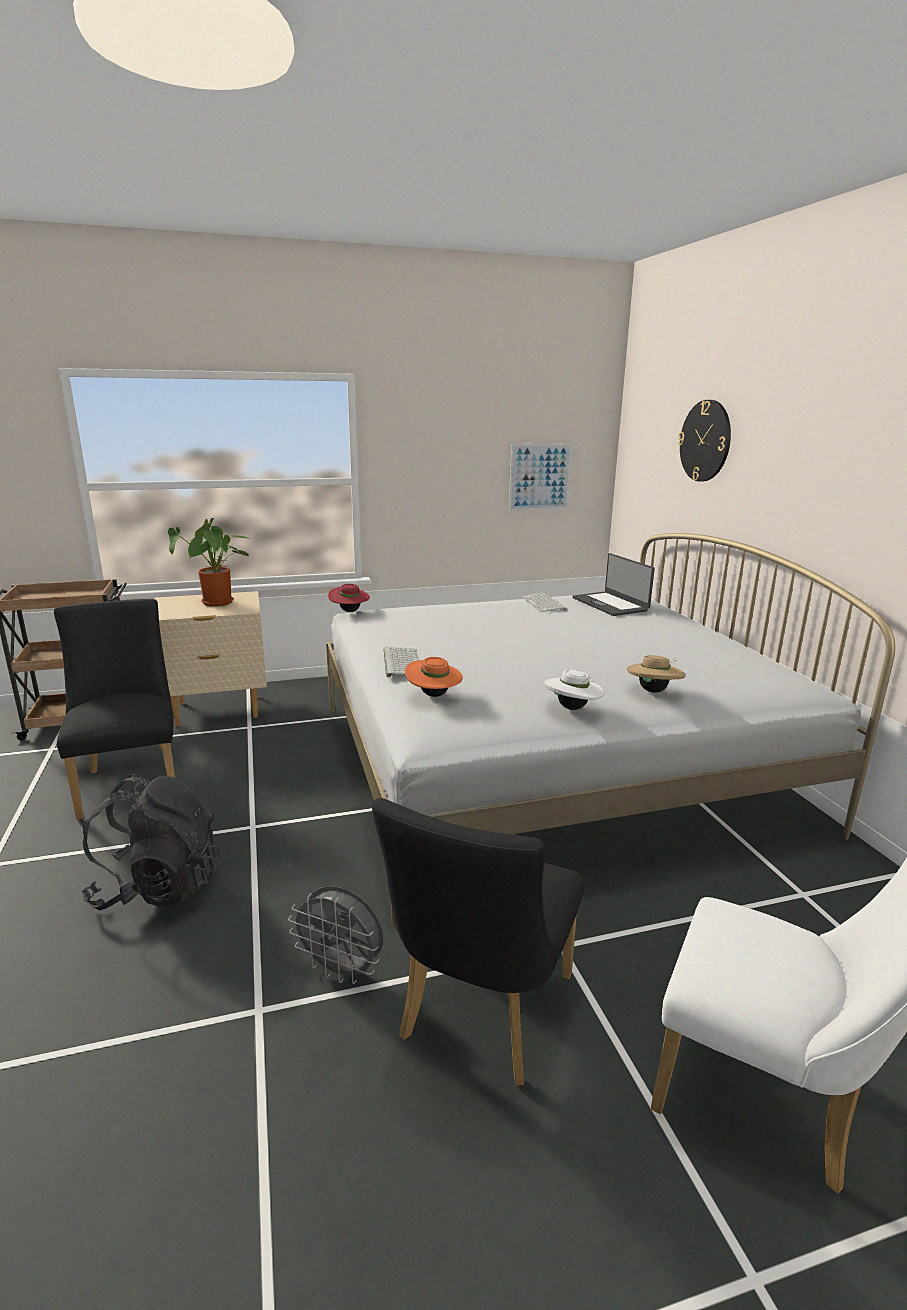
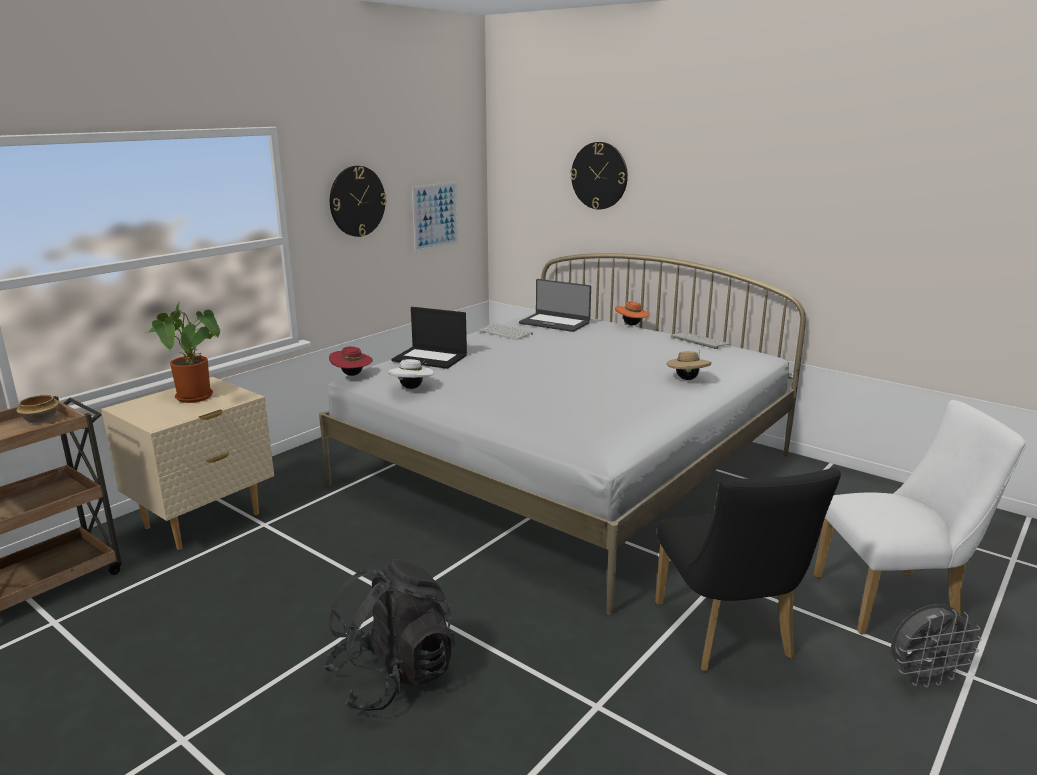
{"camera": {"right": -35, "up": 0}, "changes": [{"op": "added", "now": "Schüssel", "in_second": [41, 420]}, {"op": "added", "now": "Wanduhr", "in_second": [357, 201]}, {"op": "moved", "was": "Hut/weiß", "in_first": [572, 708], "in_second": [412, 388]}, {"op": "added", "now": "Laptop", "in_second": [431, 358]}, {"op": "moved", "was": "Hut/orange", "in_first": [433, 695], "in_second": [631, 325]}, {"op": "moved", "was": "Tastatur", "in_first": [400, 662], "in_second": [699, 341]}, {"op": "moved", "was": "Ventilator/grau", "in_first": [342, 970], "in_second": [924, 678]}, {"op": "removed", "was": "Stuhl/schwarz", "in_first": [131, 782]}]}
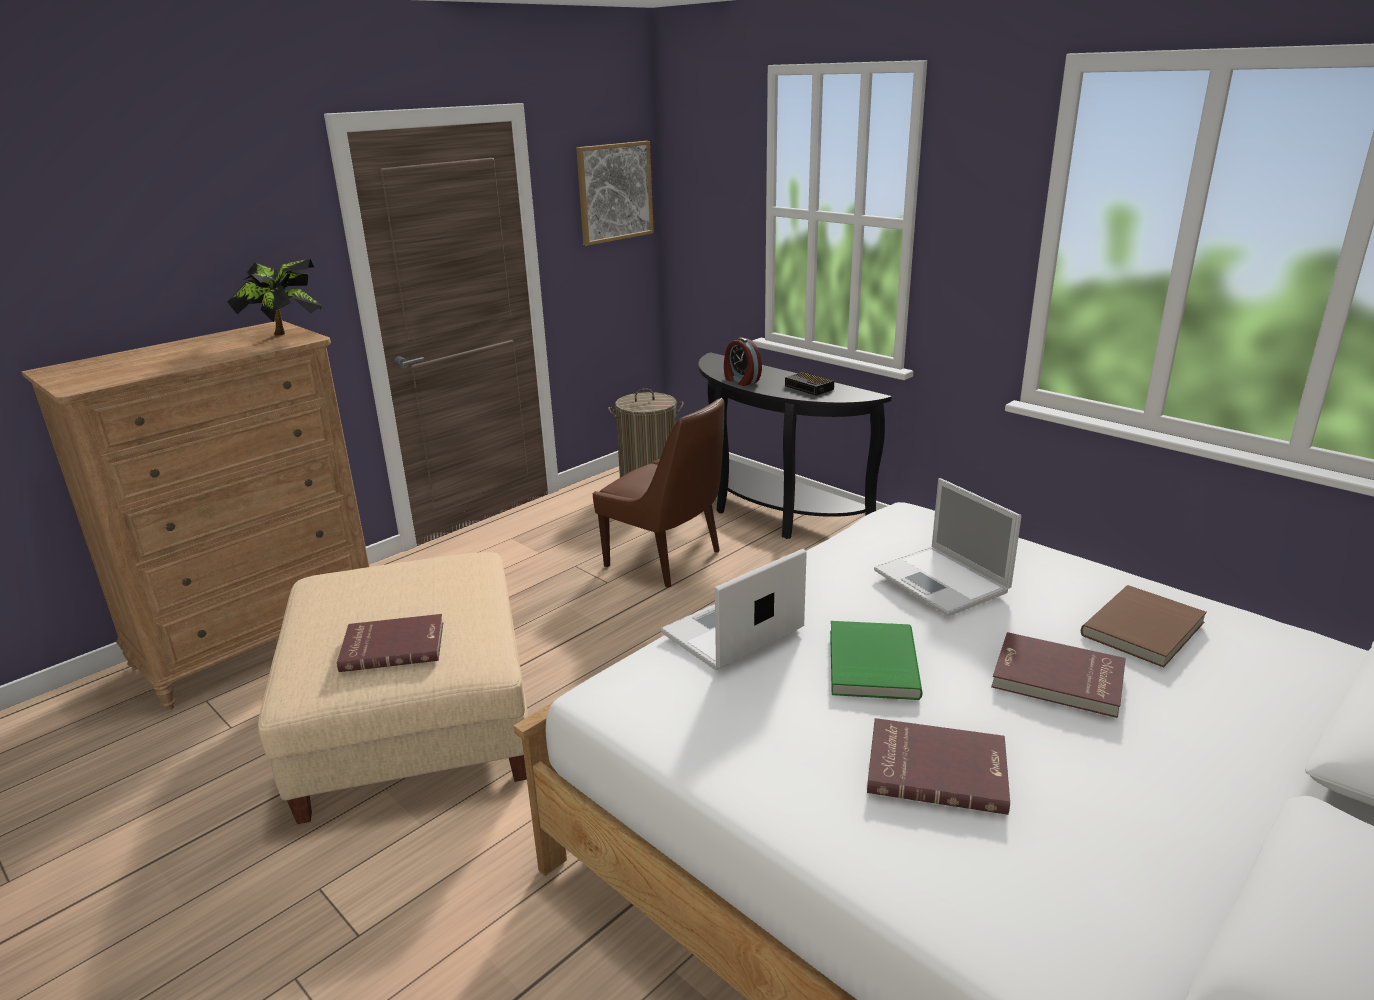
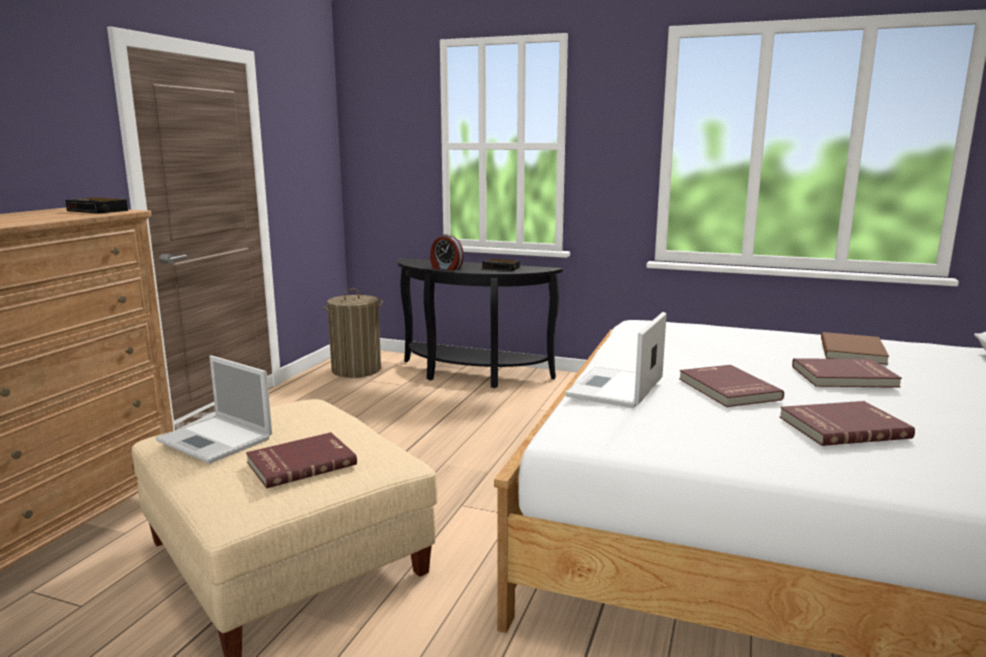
{"camera": {"right": -25, "up": -10}, "changes": [{"op": "replaced", "was": "Topfpflanze", "now": "Wecker", "in_first": [284, 336], "in_second": [98, 211]}, {"op": "moved", "was": "Laptop", "in_first": [943, 582], "in_second": [216, 440]}, {"op": "recoloured", "was": "Buch/grün", "now": "Buch/rot", "in_first": [870, 663], "in_second": [727, 389]}, {"op": "removed", "was": "Bild", "in_first": [614, 192]}, {"op": "removed", "was": "Stuhl/braun", "in_first": [666, 560]}]}
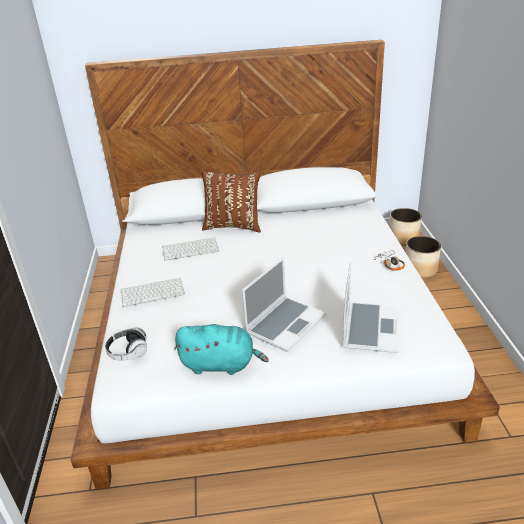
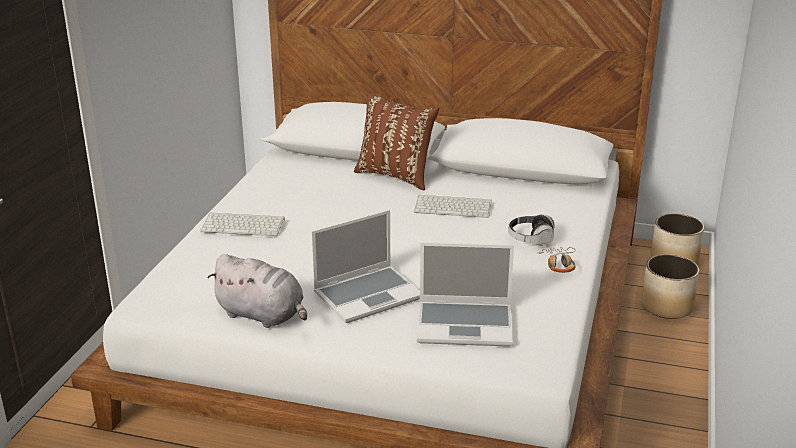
{"camera": {"right": 20, "up": -5}, "changes": [{"op": "recoloured", "was": "Plüschtier/türkis", "now": "Plüschtier/grau", "in_first": [221, 364], "in_second": [263, 315]}, {"op": "moved", "was": "Tastatur", "in_first": [191, 249], "in_second": [454, 207]}, {"op": "turned", "was": "Laptop", "in_first": [369, 327], "in_second": [466, 324], "clockwise": 60}, {"op": "moved", "was": "Kopfhörer", "in_first": [128, 352], "in_second": [530, 239]}]}
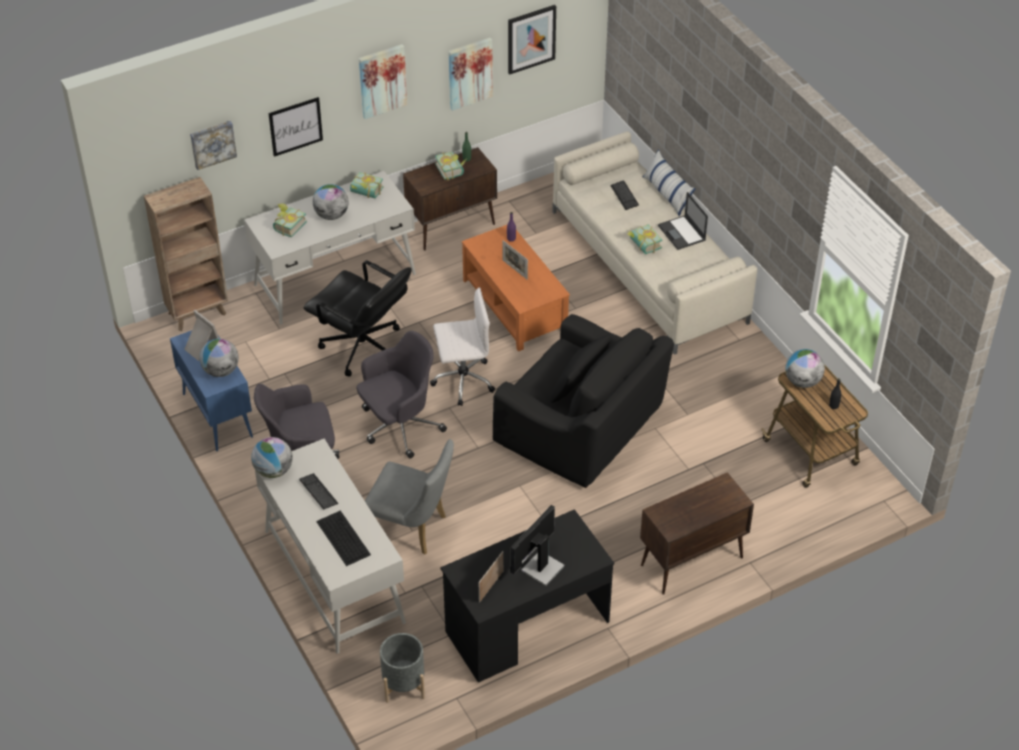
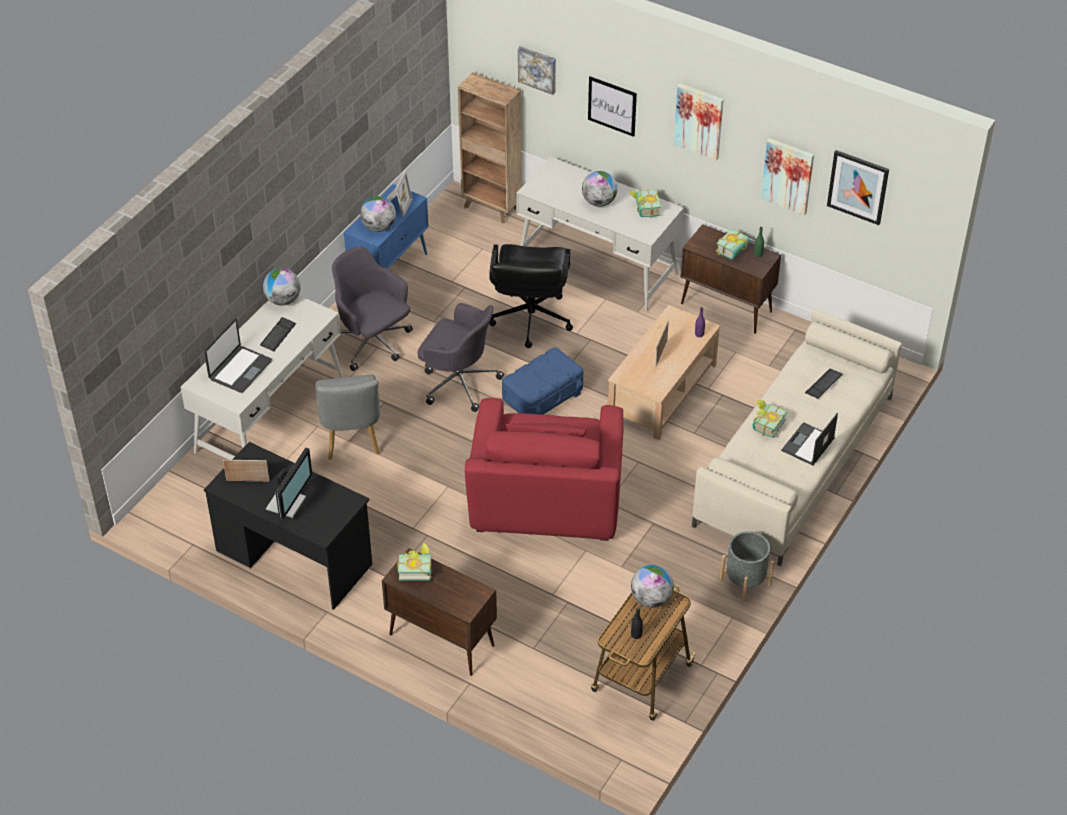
{"camera": {"right": 60, "up": 0}, "changes": [{"op": "replaced", "was": "Tastatur", "now": "Laptop", "in_first": [342, 537], "in_second": [239, 370]}, {"op": "turned", "was": "Monitor", "in_first": [540, 568], "in_second": [288, 503], "clockwise": 105}, {"op": "moved", "was": "Buch", "in_first": [287, 226], "in_second": [415, 569]}, {"op": "recoloured", "was": "Sessel/schwarz", "now": "Sessel/rot", "in_first": [581, 428], "in_second": [546, 499]}, {"op": "replaced", "was": "Bürostuhl/weiß", "now": "Aufbewahrungsbox/blau", "in_first": [462, 380], "in_second": [542, 397]}, {"op": "recoloured", "was": "Couchtisch/orange", "now": "Couchtisch/beige", "in_first": [515, 305], "in_second": [663, 392]}, {"op": "moved", "was": "Pflanzkübel/grau", "in_first": [403, 684], "in_second": [745, 582]}, {"op": "removed", "was": "Kissen", "in_first": [667, 194]}]}
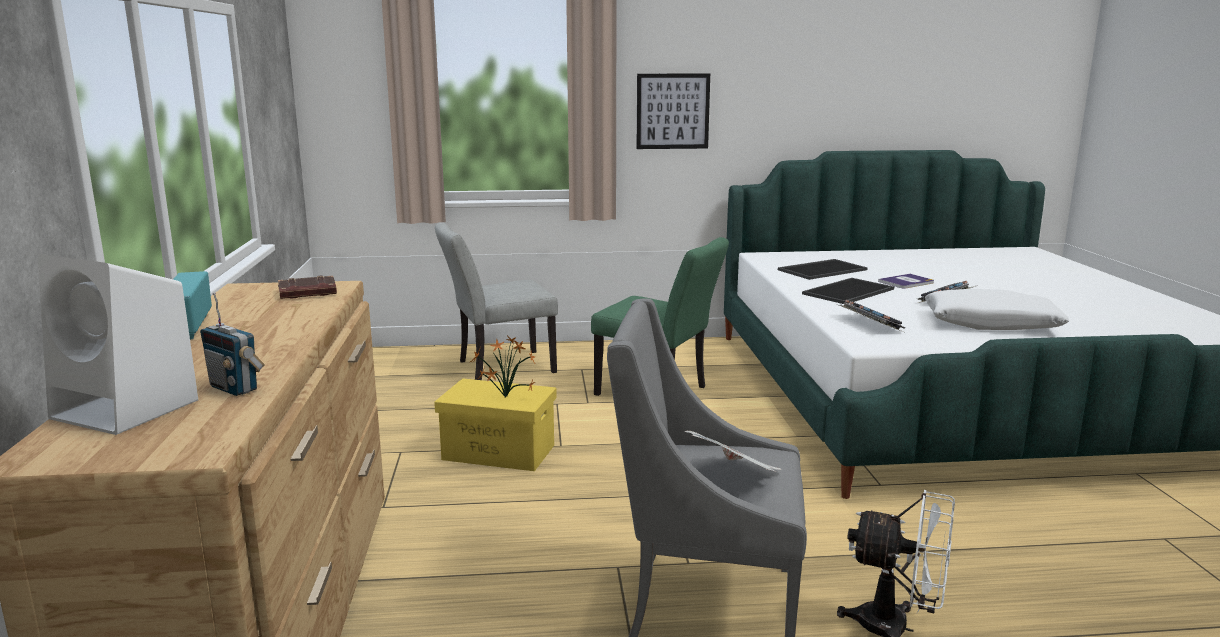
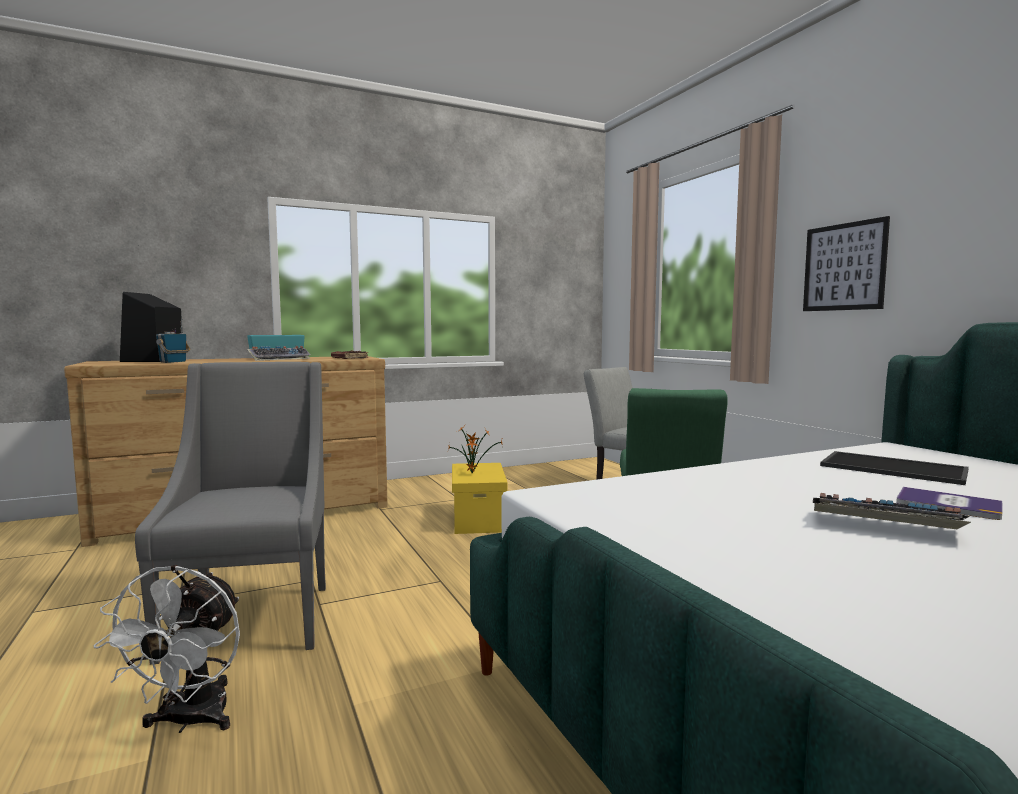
{"camera": {"right": 70, "up": -10}, "changes": [{"op": "recoloured", "was": "Lautsprecher/weiß", "now": "Lautsprecher/schwarz", "in_first": [129, 409], "in_second": [152, 361]}, {"op": "moved", "was": "Tastatur", "in_first": [867, 324], "in_second": [280, 359]}, {"op": "removed", "was": "Zeitung", "in_first": [734, 476]}, {"op": "removed", "was": "Tablett", "in_first": [849, 292]}, {"op": "removed", "was": "Kissen/weiß", "in_first": [991, 324]}]}
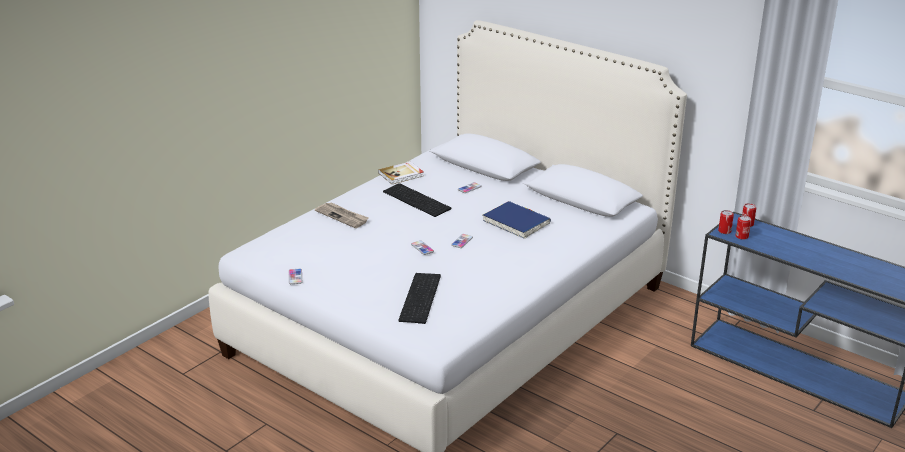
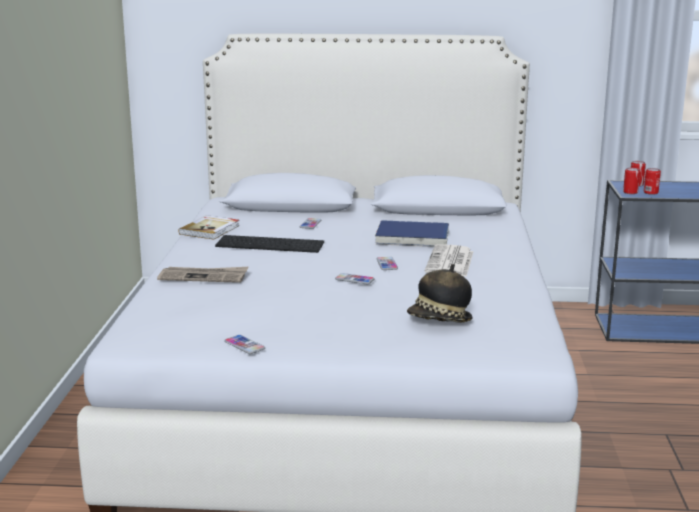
{"camera": {"right": -35, "up": -10}, "changes": [{"op": "replaced", "was": "Tastatur", "now": "Hut", "in_first": [421, 298], "in_second": [439, 321]}, {"op": "added", "now": "Zeitung", "in_second": [450, 262]}]}
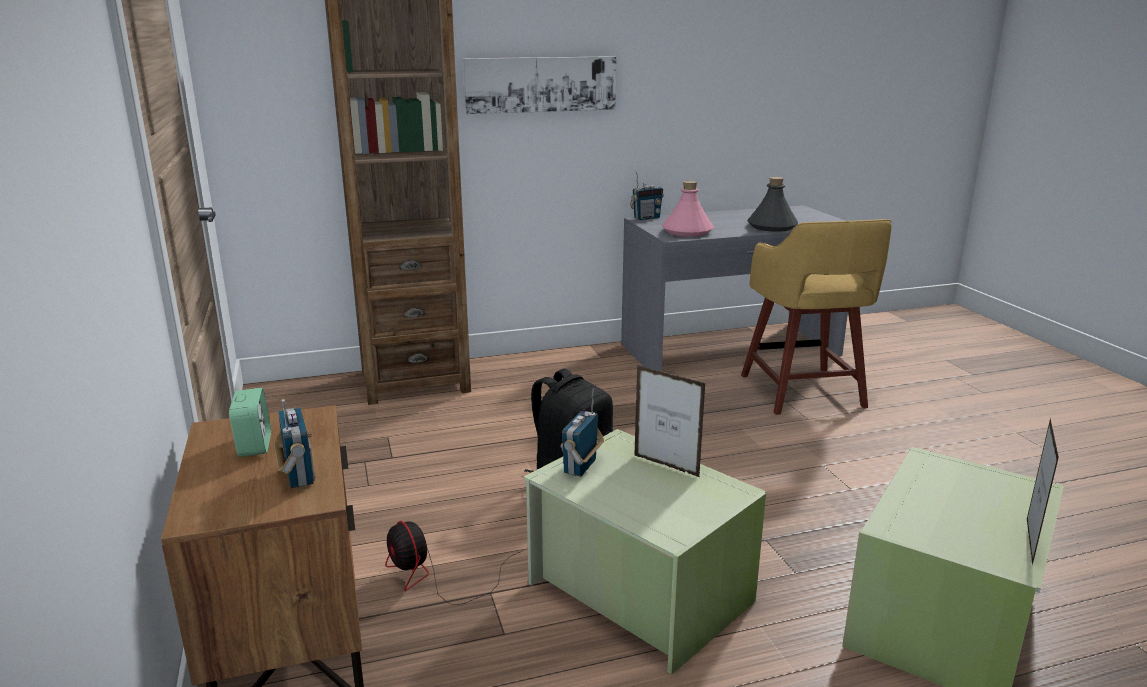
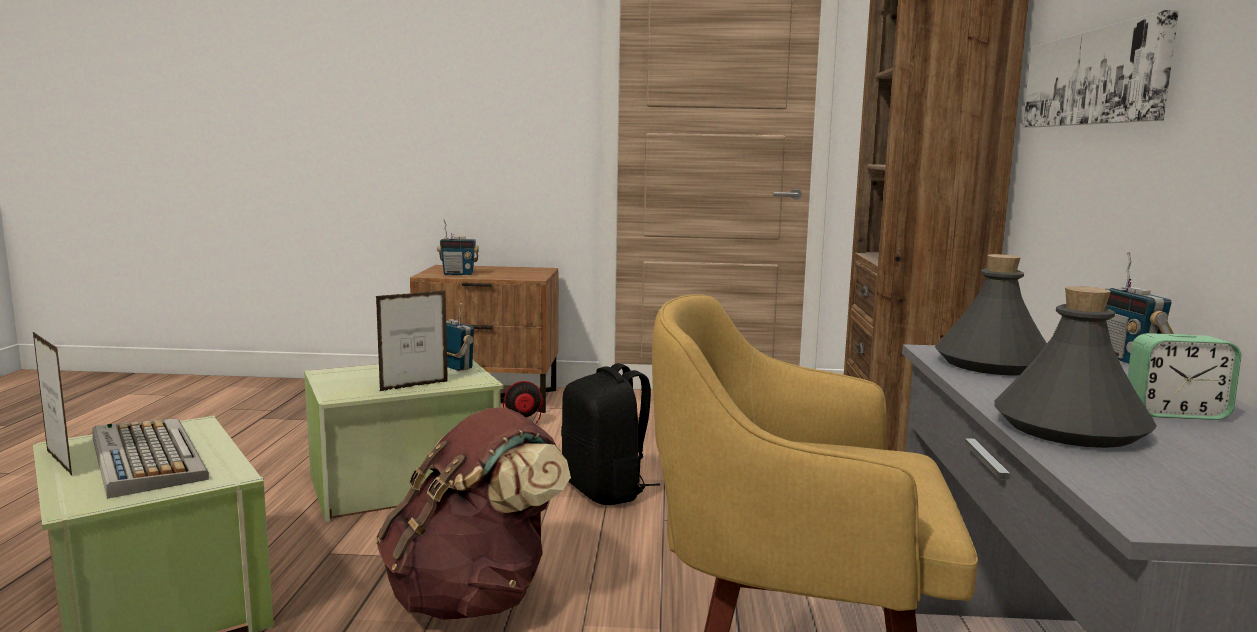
{"camera": {"right": 110, "up": -10}, "changes": [{"op": "added", "now": "Tastatur", "in_second": [145, 458]}, {"op": "added", "now": "Rucksack/braun", "in_second": [474, 598]}, {"op": "recoloured", "was": "Flasche/rosa", "now": "Flasche/grau", "in_first": [687, 232], "in_second": [991, 364]}, {"op": "moved", "was": "Wecker", "in_first": [254, 445], "in_second": [1175, 413]}]}
